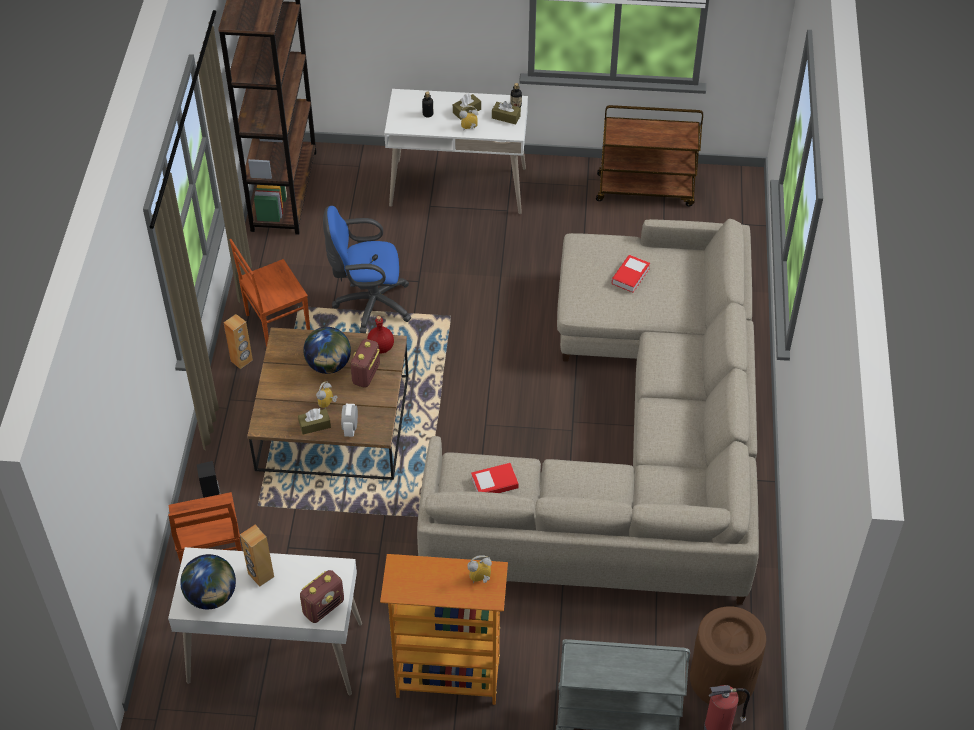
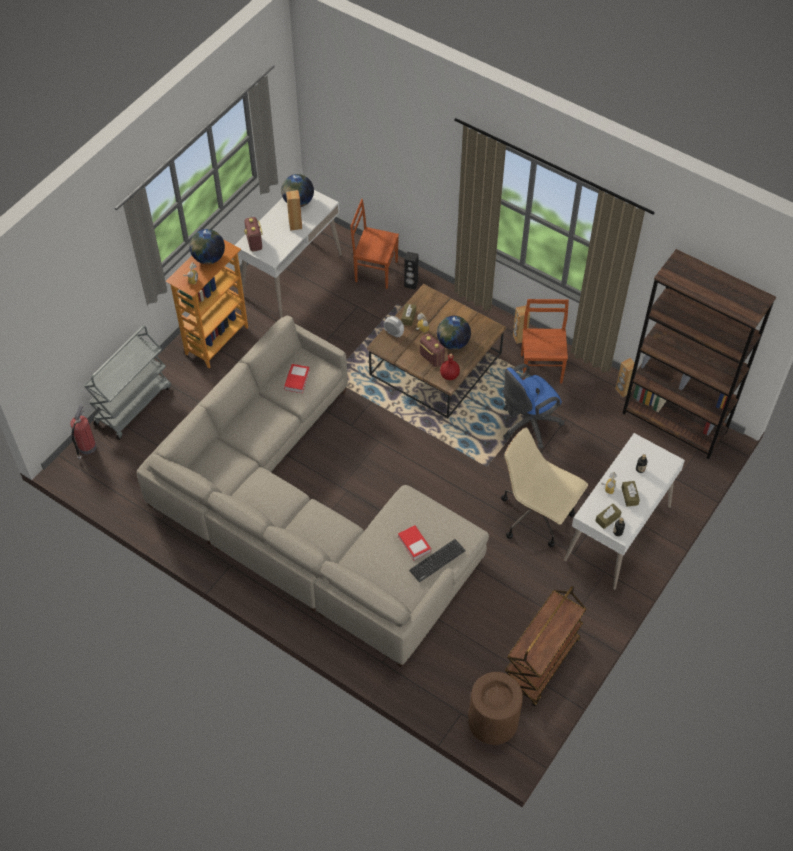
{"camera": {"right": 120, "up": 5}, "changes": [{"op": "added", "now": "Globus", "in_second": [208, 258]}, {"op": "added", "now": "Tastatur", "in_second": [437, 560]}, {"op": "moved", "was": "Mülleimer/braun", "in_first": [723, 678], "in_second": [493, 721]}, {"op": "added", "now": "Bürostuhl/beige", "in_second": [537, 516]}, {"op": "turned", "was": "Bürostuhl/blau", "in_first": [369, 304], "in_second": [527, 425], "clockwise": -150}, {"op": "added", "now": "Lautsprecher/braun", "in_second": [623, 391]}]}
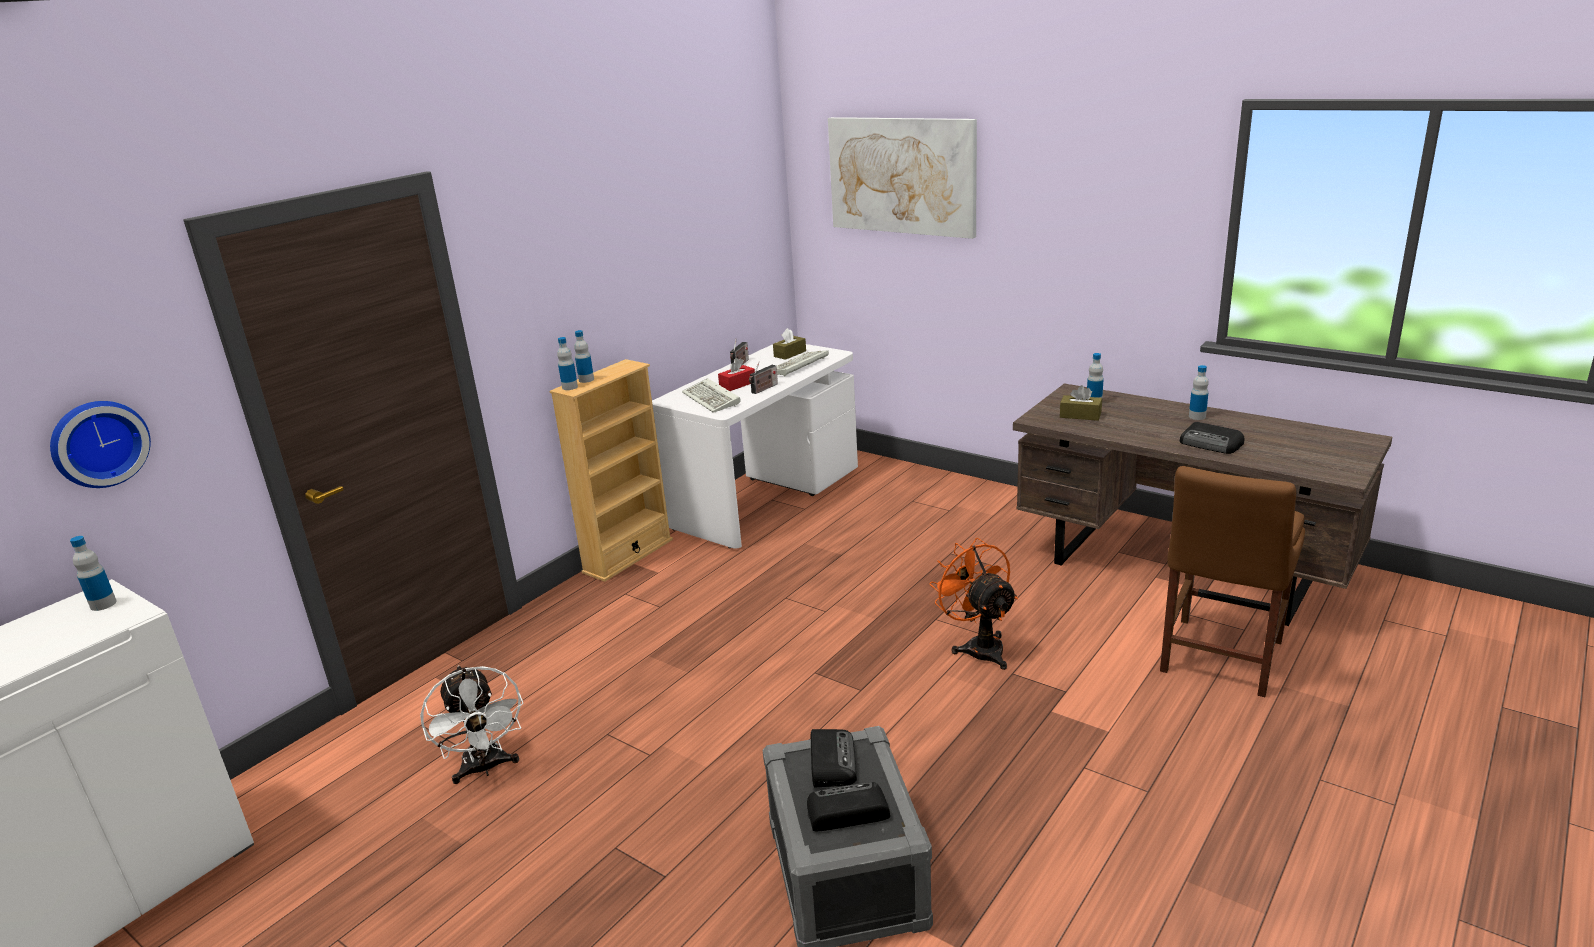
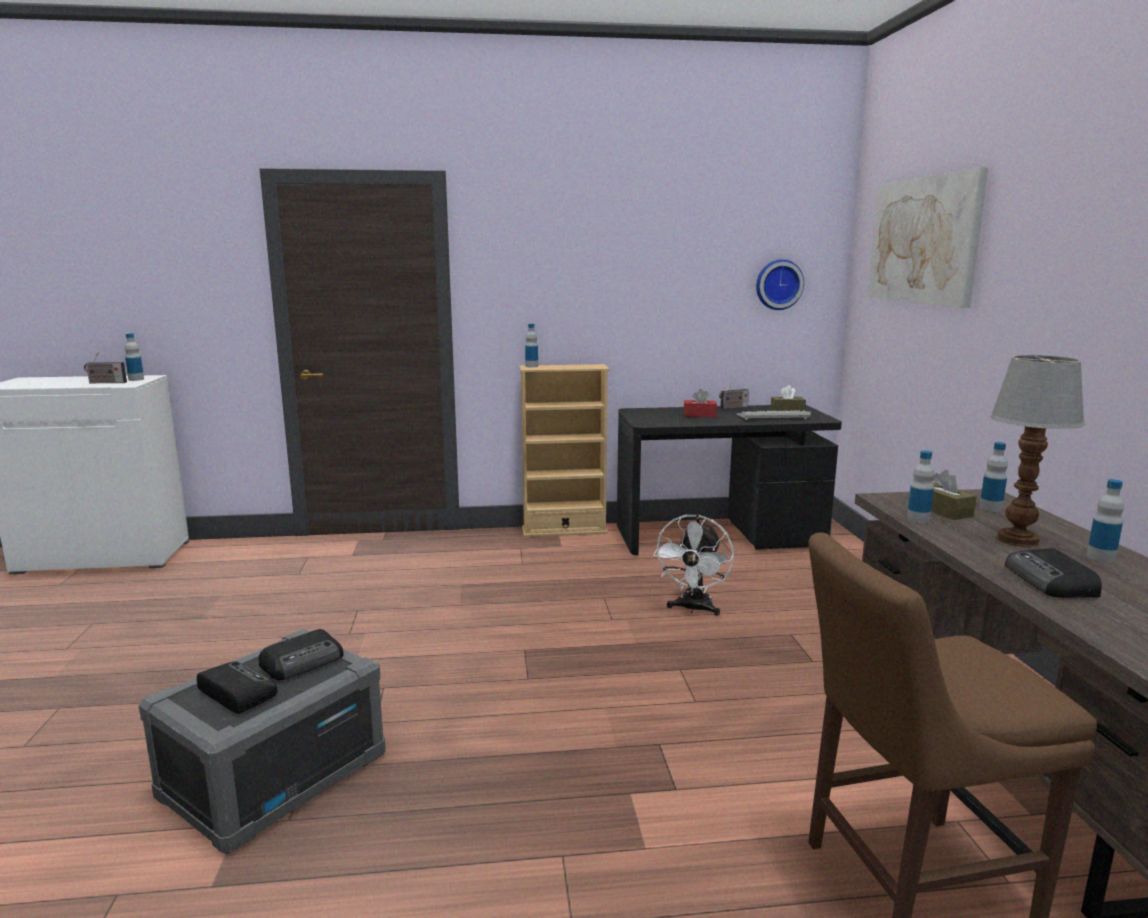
{"camera": {"right": 45, "up": -10}, "changes": [{"op": "moved", "was": "Radio", "in_first": [764, 389], "in_second": [106, 382]}, {"op": "recoloured", "was": "Schreibtisch/weiß", "now": "Schreibtisch/schwarz", "in_first": [765, 497], "in_second": [719, 536]}, {"op": "moved", "was": "Ventilator/weiß", "in_first": [485, 768], "in_second": [693, 609]}, {"op": "moved", "was": "Wanduhr", "in_first": [98, 443], "in_second": [778, 284]}, {"op": "moved", "was": "Flasche", "in_first": [586, 380], "in_second": [918, 519]}, {"op": "added", "now": "Tischlampe", "in_second": [1016, 539]}, {"op": "removed", "was": "Tastatur", "in_first": [712, 399]}, {"op": "removed", "was": "Ventilator/orange", "in_first": [979, 646]}]}
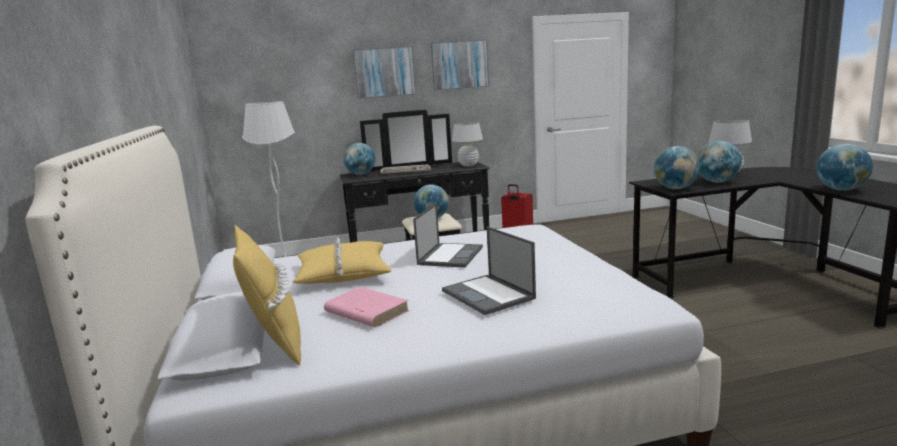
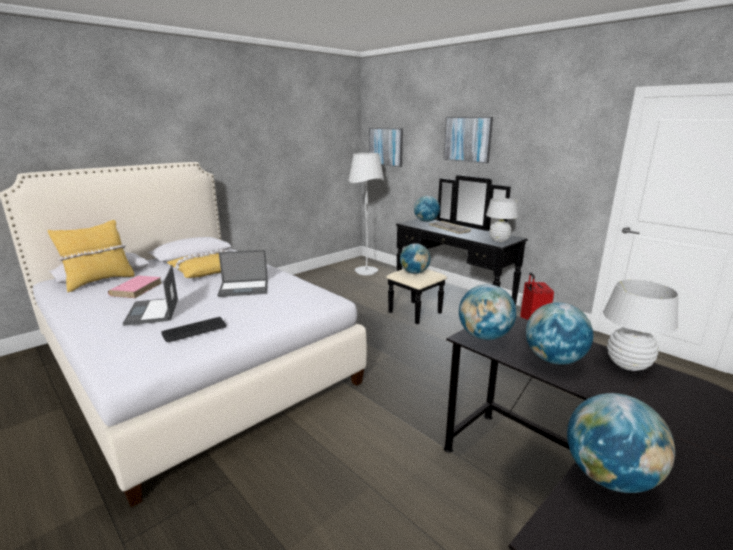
{"camera": {"right": 60, "up": 5}, "changes": [{"op": "turned", "was": "Laptop", "in_first": [489, 295], "in_second": [152, 312], "clockwise": -45}, {"op": "added", "now": "Tastatur", "in_second": [195, 330]}, {"op": "moved", "was": "Bild", "in_first": [459, 65], "in_second": [386, 146]}]}
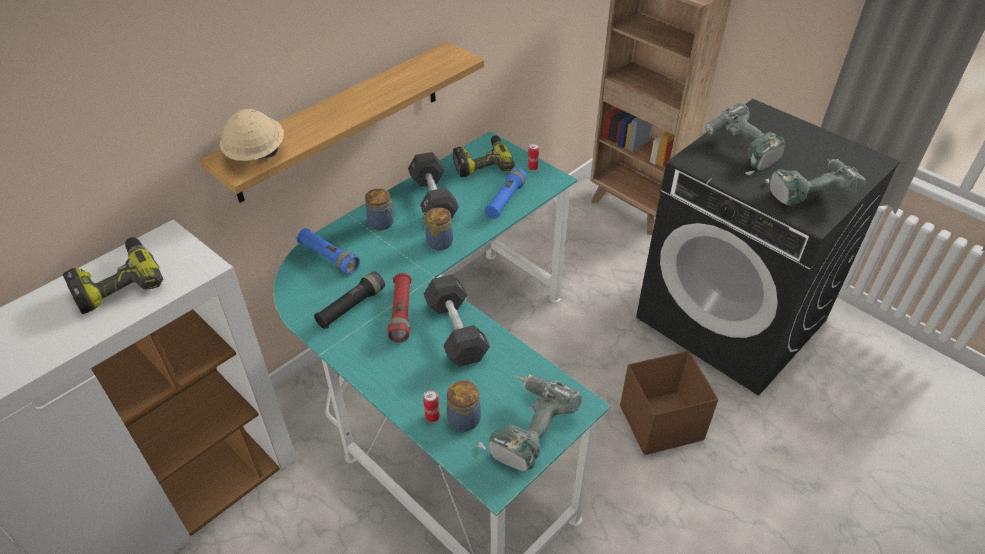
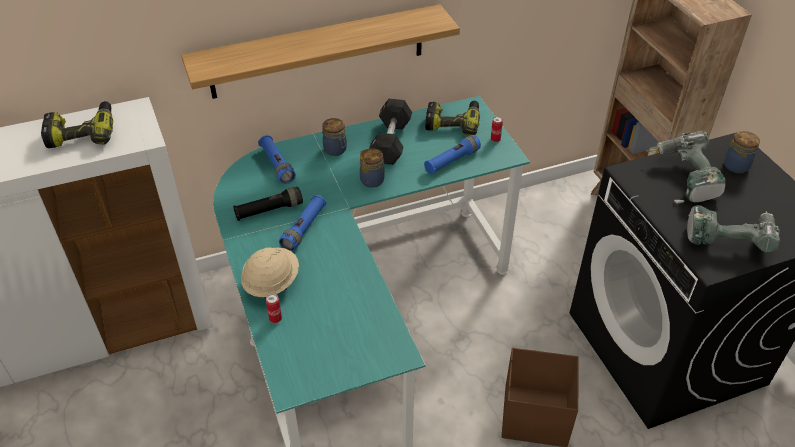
{"camera": {"right": 25, "up": 0}, "changes": [{"op": "moved", "was": "Schutzhelm/beige", "in_first": [256, 155], "in_second": [271, 283]}, {"op": "recoloured", "was": "Taschenlampe/rot", "now": "Taschenlampe/blau", "in_first": [401, 313], "in_second": [304, 229]}, {"op": "moved", "was": "Vorratsglas", "in_first": [464, 418], "in_second": [736, 165]}, {"op": "removed", "was": "Hantel/schwarz", "in_first": [456, 331]}, {"op": "removed", "was": "Bohrmaschine", "in_first": [527, 430]}]}
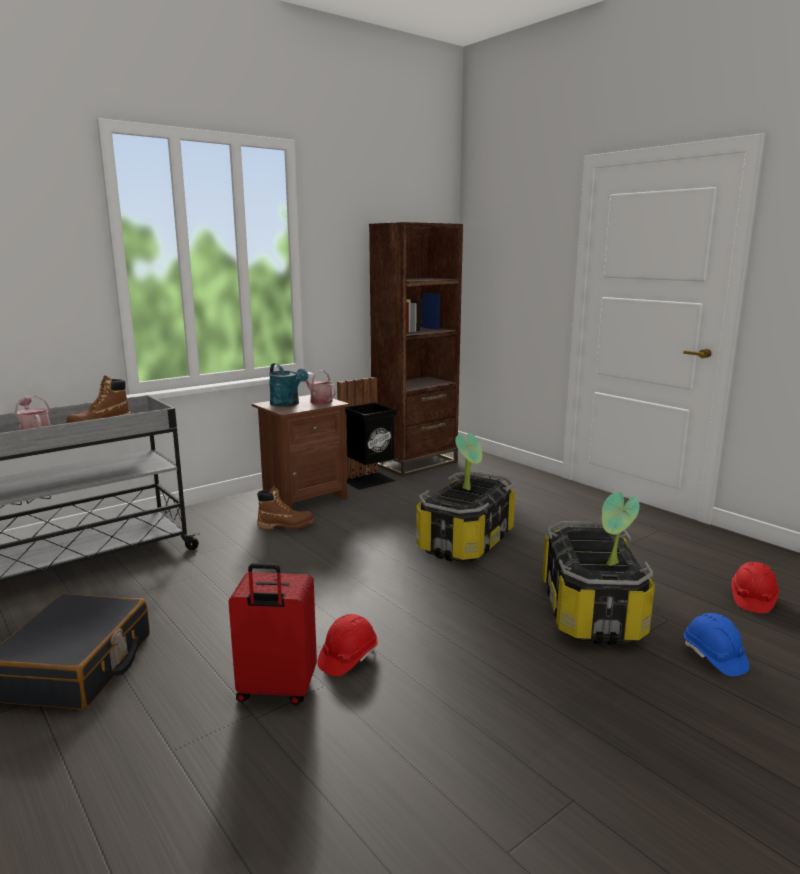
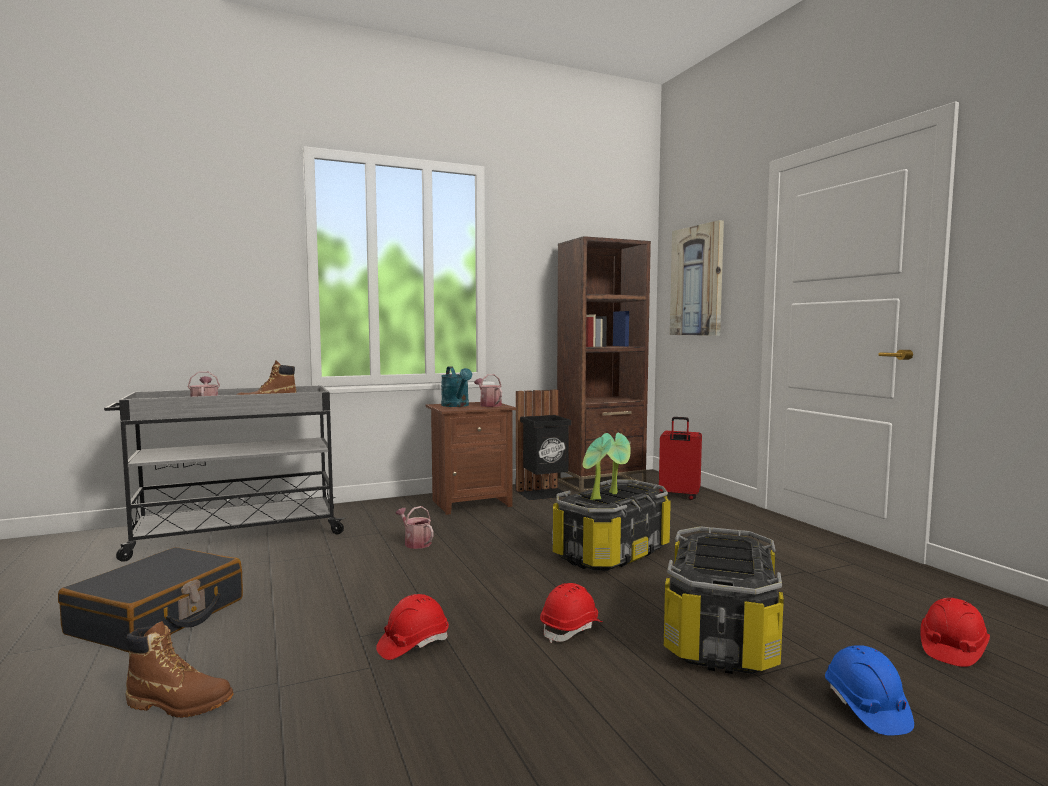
{"camera": {"right": 15, "up": -10}, "changes": [{"op": "moved", "was": "Stiefel/braun", "in_first": [286, 525], "in_second": [179, 704]}, {"op": "added", "now": "Gießkanne", "in_second": [415, 543]}, {"op": "added", "now": "Schutzhelm/rot", "in_second": [571, 629]}, {"op": "moved", "was": "Topfpflanze", "in_first": [613, 565], "in_second": [595, 500]}, {"op": "moved", "was": "Koffer/rot", "in_first": [276, 691], "in_second": [678, 496]}, {"op": "added", "now": "Bild", "in_second": [697, 281]}]}
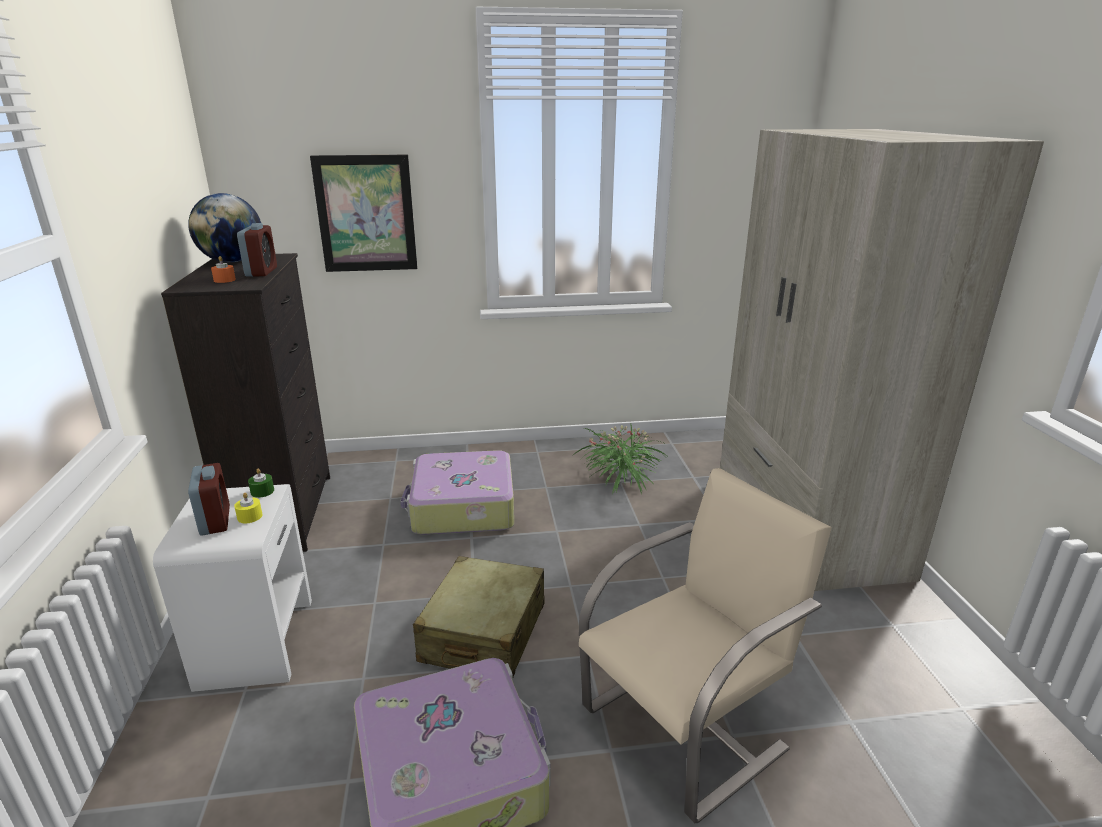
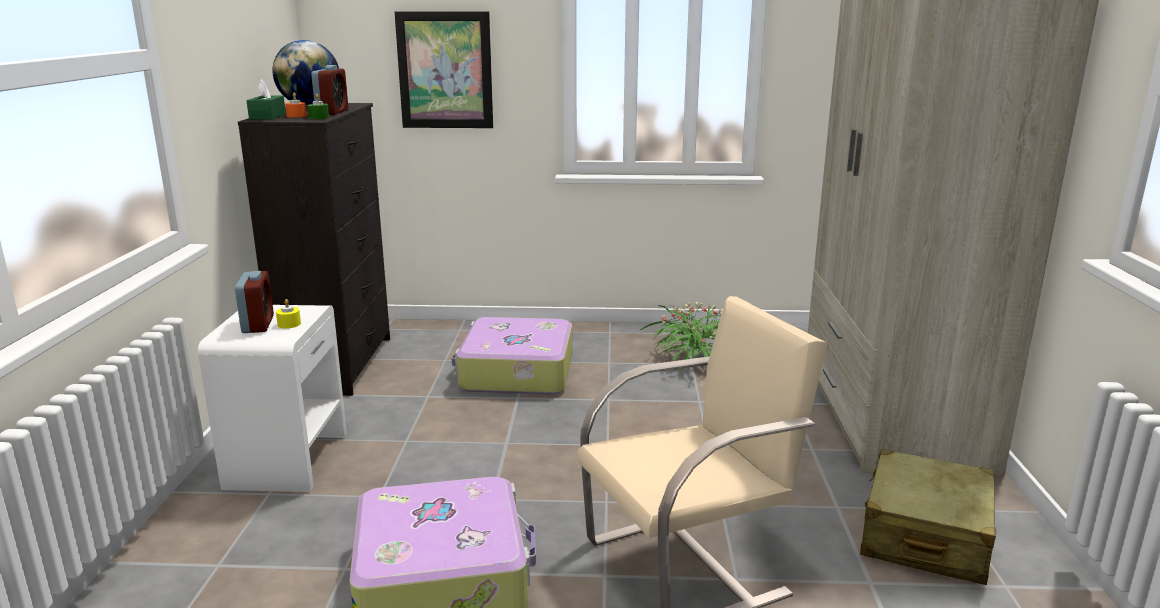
{"camera": {"right": 10, "up": -5}, "changes": [{"op": "added", "now": "Taschentuchbox/grün", "in_second": [267, 116]}, {"op": "moved", "was": "Kerze/grün", "in_first": [262, 491], "in_second": [319, 117]}, {"op": "moved", "was": "Koffer/beige", "in_first": [483, 633], "in_second": [924, 536]}]}
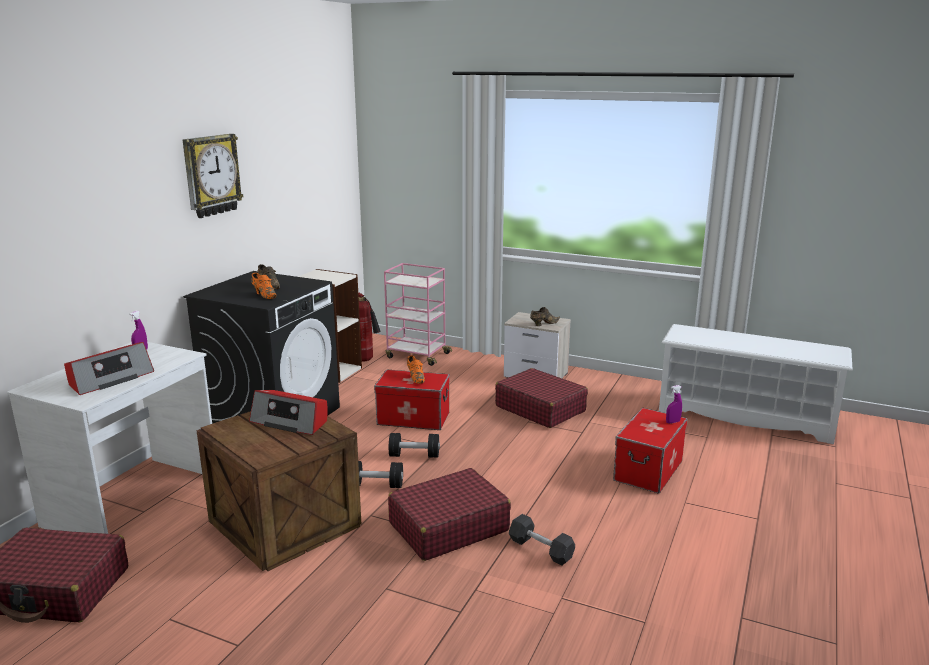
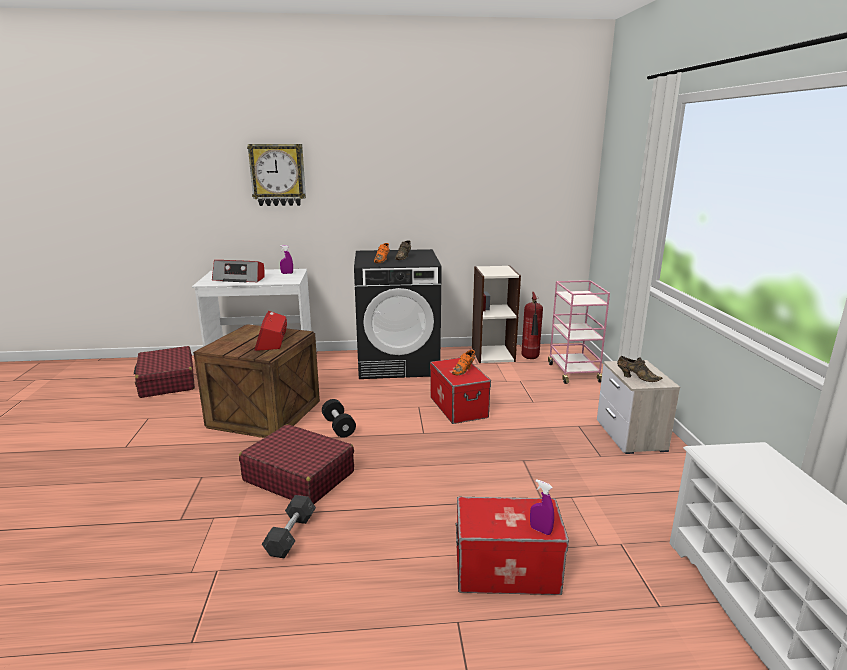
{"camera": {"right": 60, "up": 0}, "changes": [{"op": "moved", "was": "Wanduhr", "in_first": [211, 175], "in_second": [278, 175]}, {"op": "removed", "was": "Hantel/schwarz", "in_first": [414, 455]}, {"op": "removed", "was": "Koffer/rot", "in_first": [540, 409]}]}
